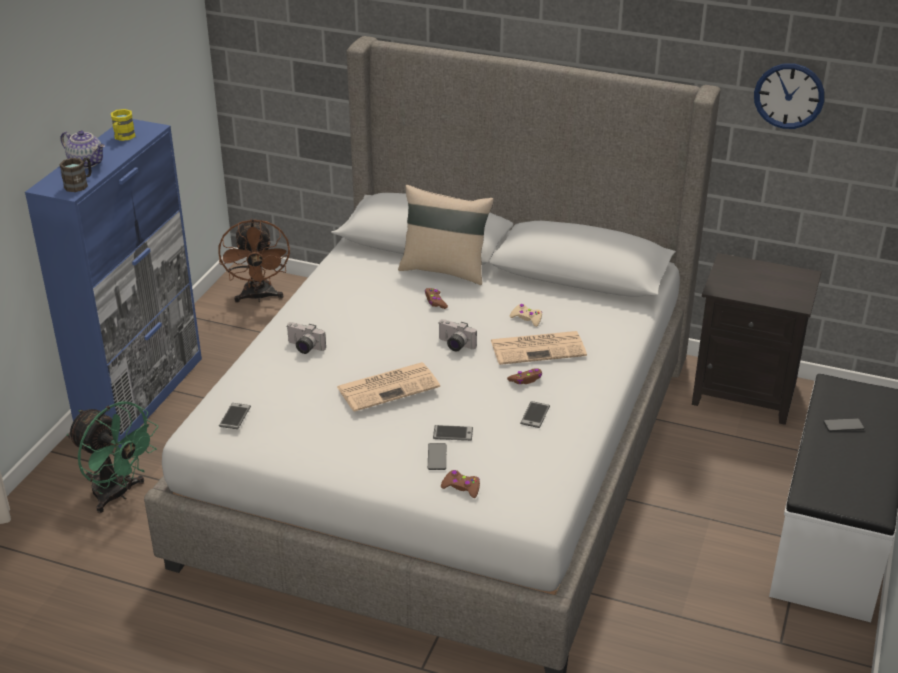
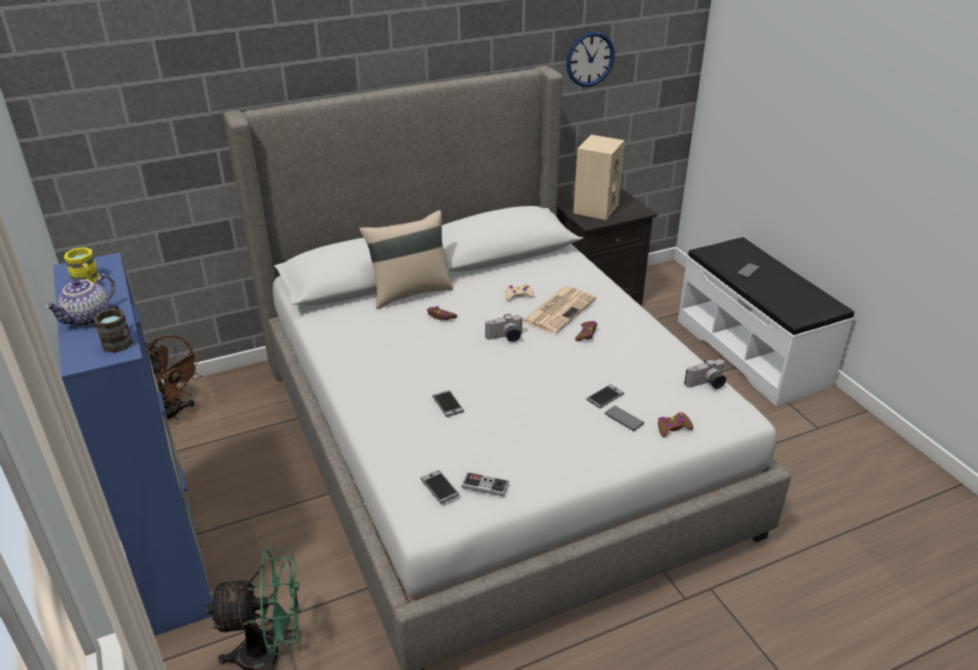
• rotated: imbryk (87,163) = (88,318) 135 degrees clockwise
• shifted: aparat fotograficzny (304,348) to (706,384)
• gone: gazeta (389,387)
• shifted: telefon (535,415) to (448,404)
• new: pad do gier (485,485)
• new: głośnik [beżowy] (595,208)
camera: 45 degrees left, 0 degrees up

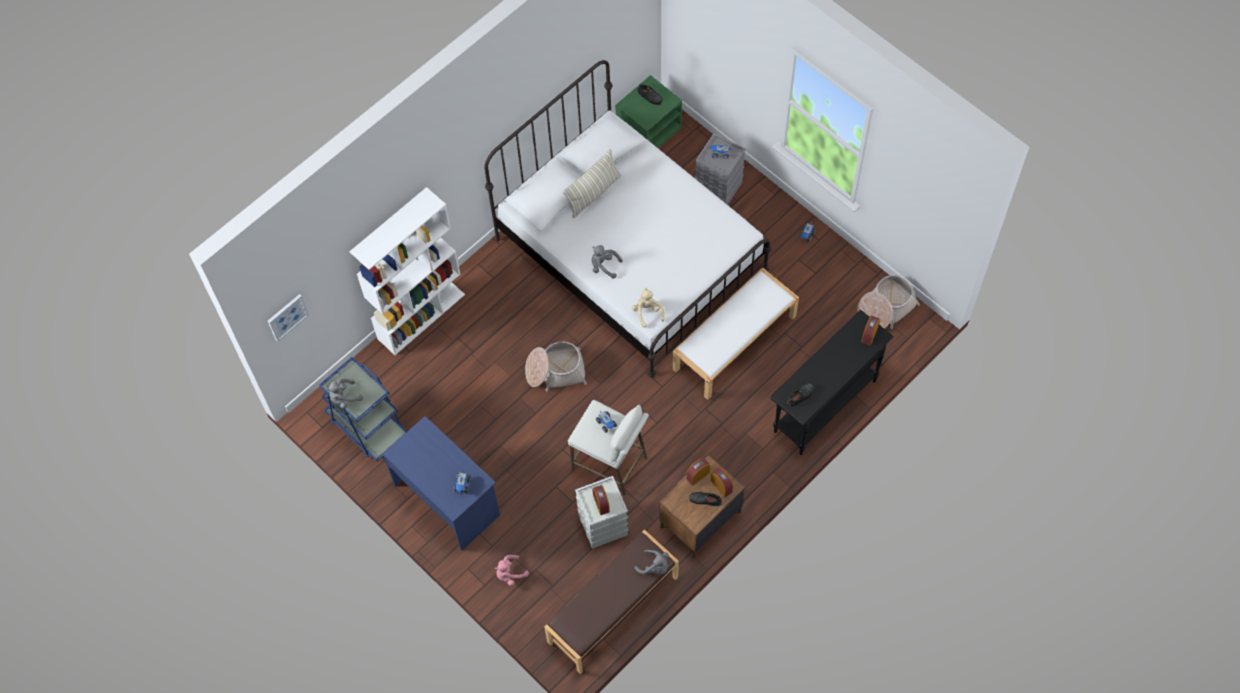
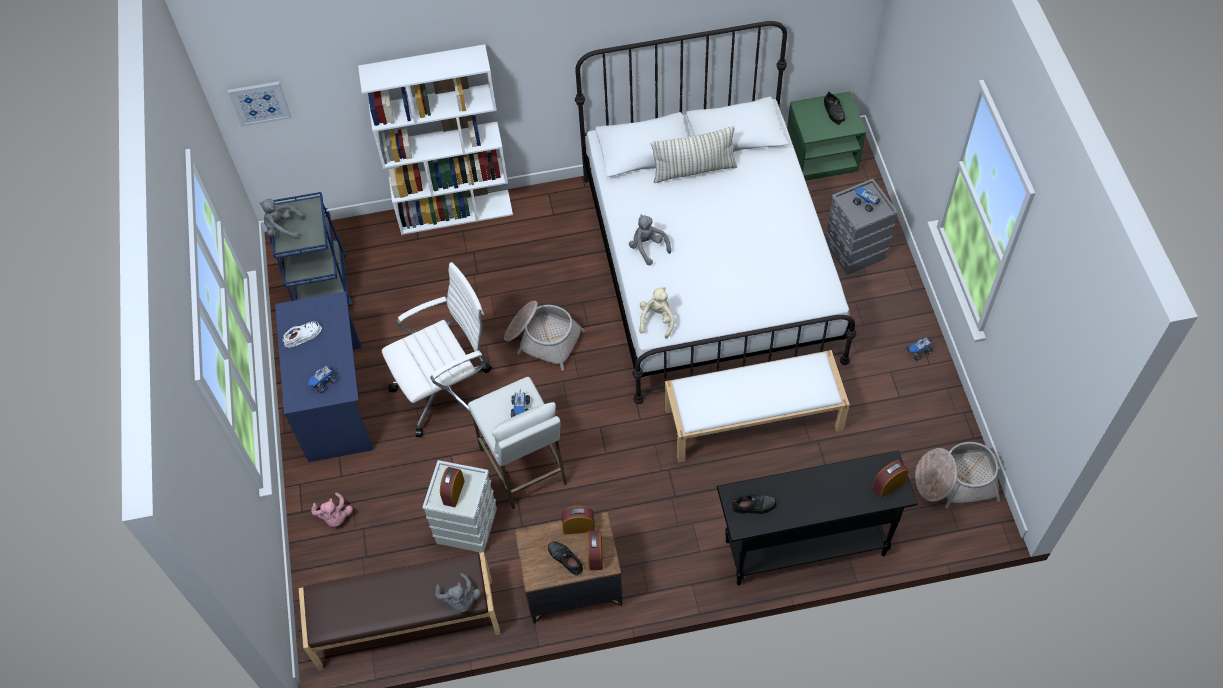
• rotated: pluszak [różowy] (510,574) = (335,516) 120 degrees counterclockwise
• new: but [biały] (302,335)
• new: krzesło biurowe [biały] (447,391)
camera: 35 degrees right, 5 degrees down

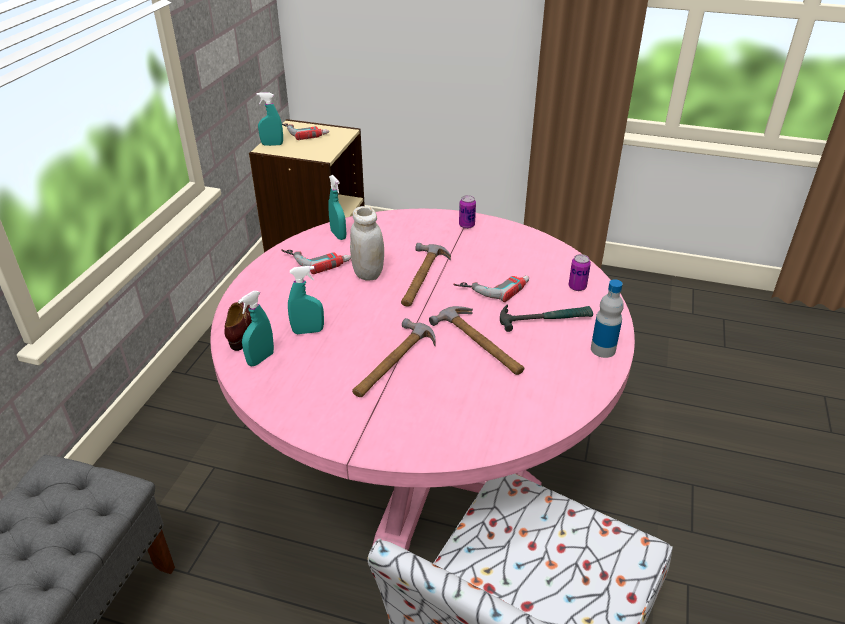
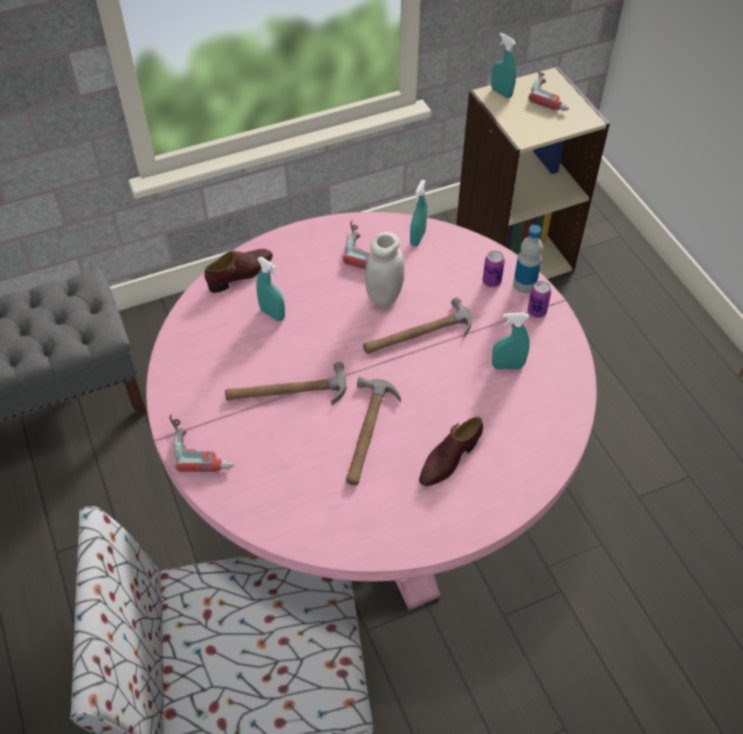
• shifted: spryskiwacz [turkusowy] (260,359) to (507,366)
• shifted: wiertarka (492,286) to (201,445)
• swapped: młotek (544,319) to but [brązowy] (449,458)
• shifted: puszka (577,287) to (491,281)
• shifted: butelka (603,349) to (524,284)
camera: 50 degrees right, 15 degrees up

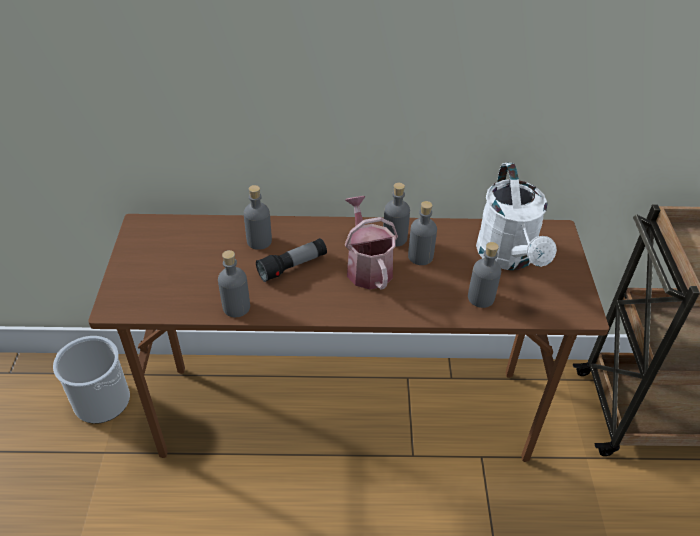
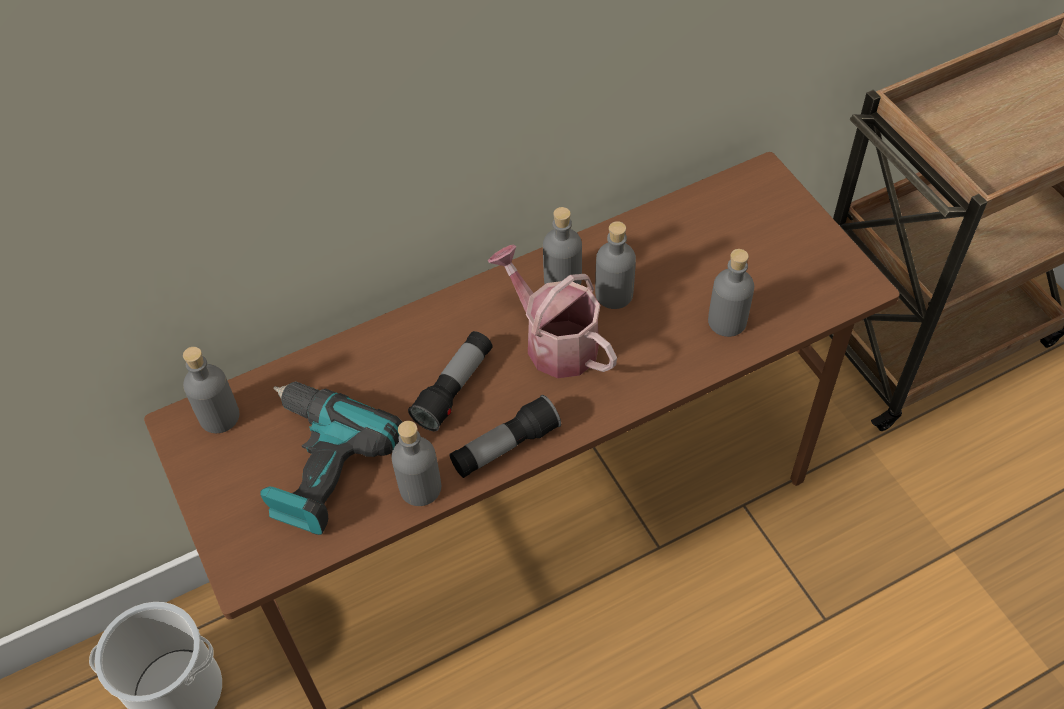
• shifted: butelka [szary] (259,241) to (219,416)
• gone: konewka [biały] (509,257)
• new: wiertarka (317,465)
• new: latarka (505,447)
camera: 25 degrees left, 10 degrees up

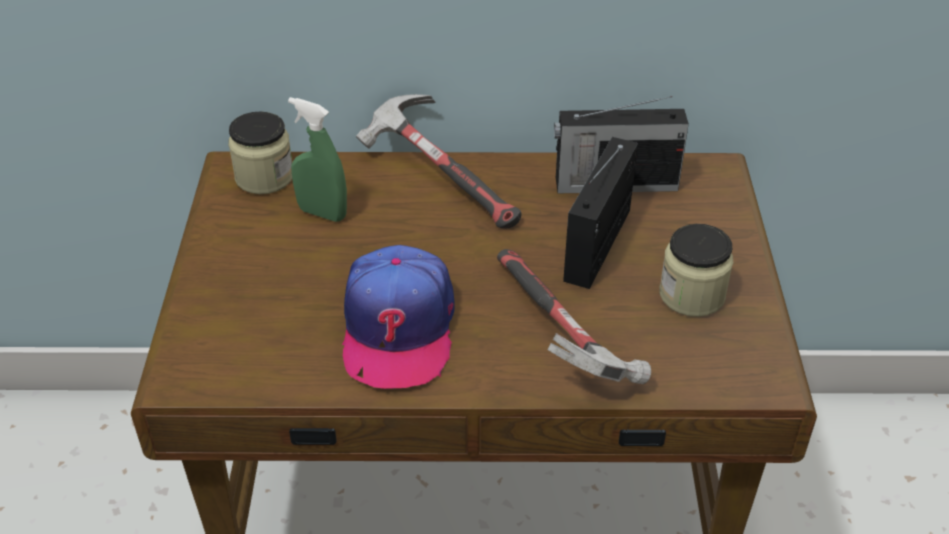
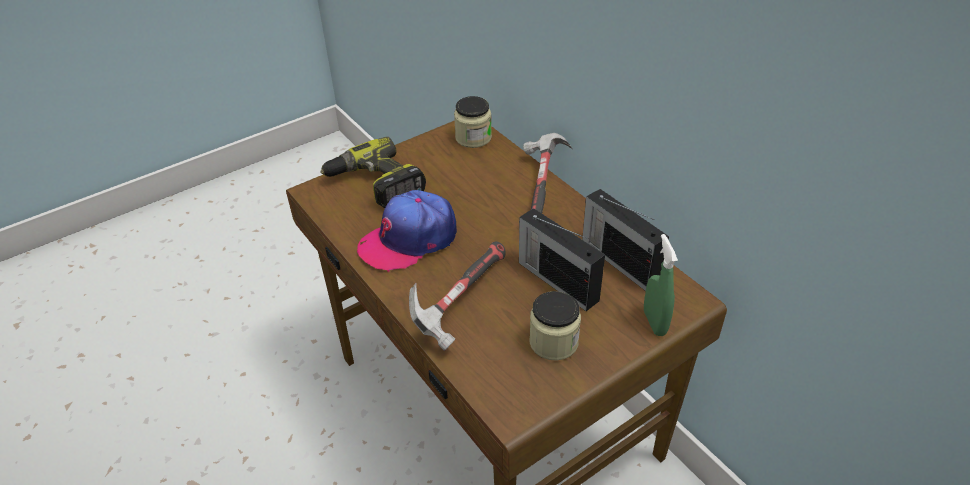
• shifted: spryskiwacz [zielony] (322,213) to (654,322)
• rotated: radio (599,243) = (556,280) 120 degrees counterclockwise
• new: wiertarka (375,185)
camera: 55 degrees right, 0 degrees up

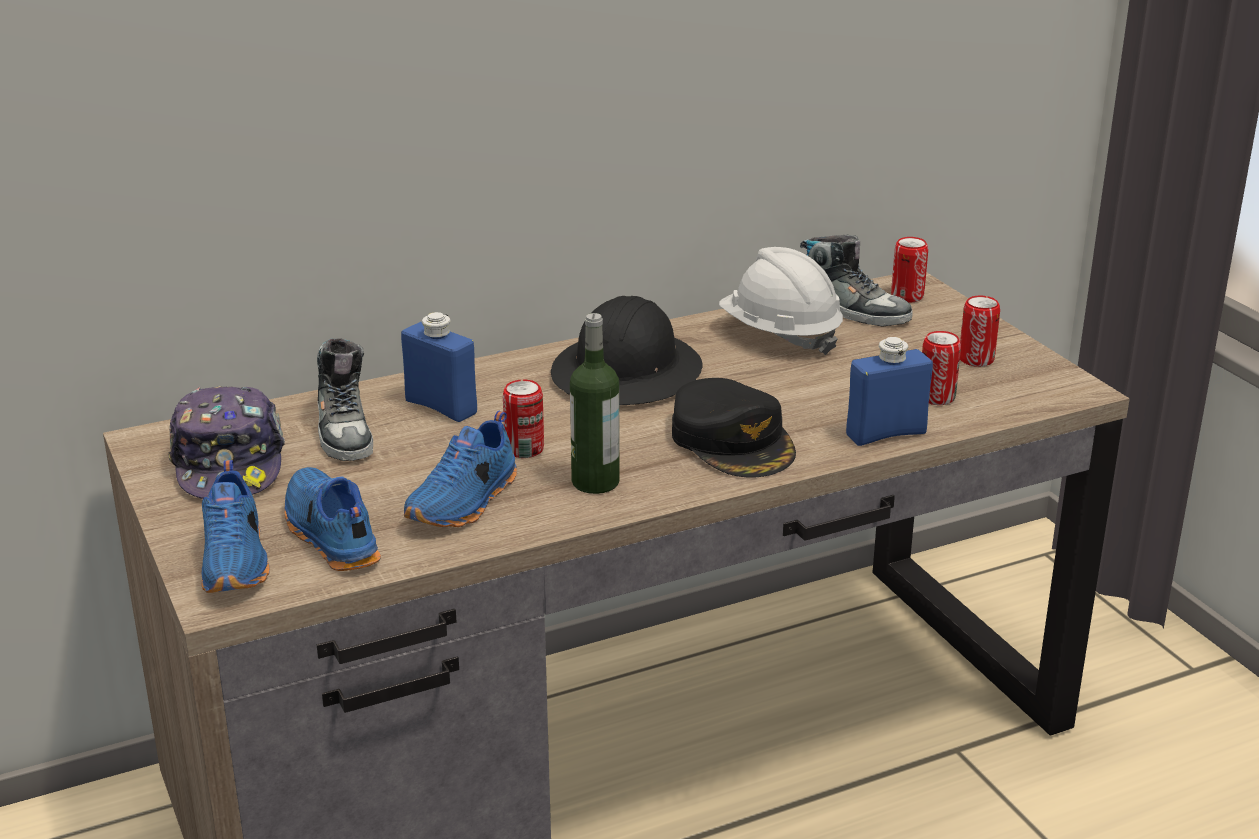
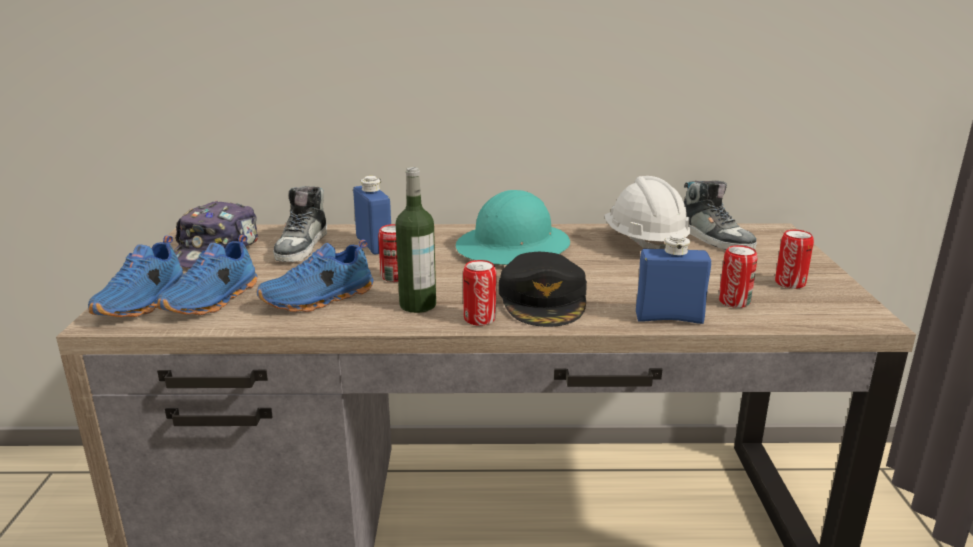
• rotated: but [niebieski] (329,536) = (214,300) 150 degrees counterclockwise
• repainted: kask [czarny] (627,373) to kask [turkusowy] (514,247)
• shifted: puszka (907,296) to (479,319)
camera: 25 degrees right, 5 degrees down

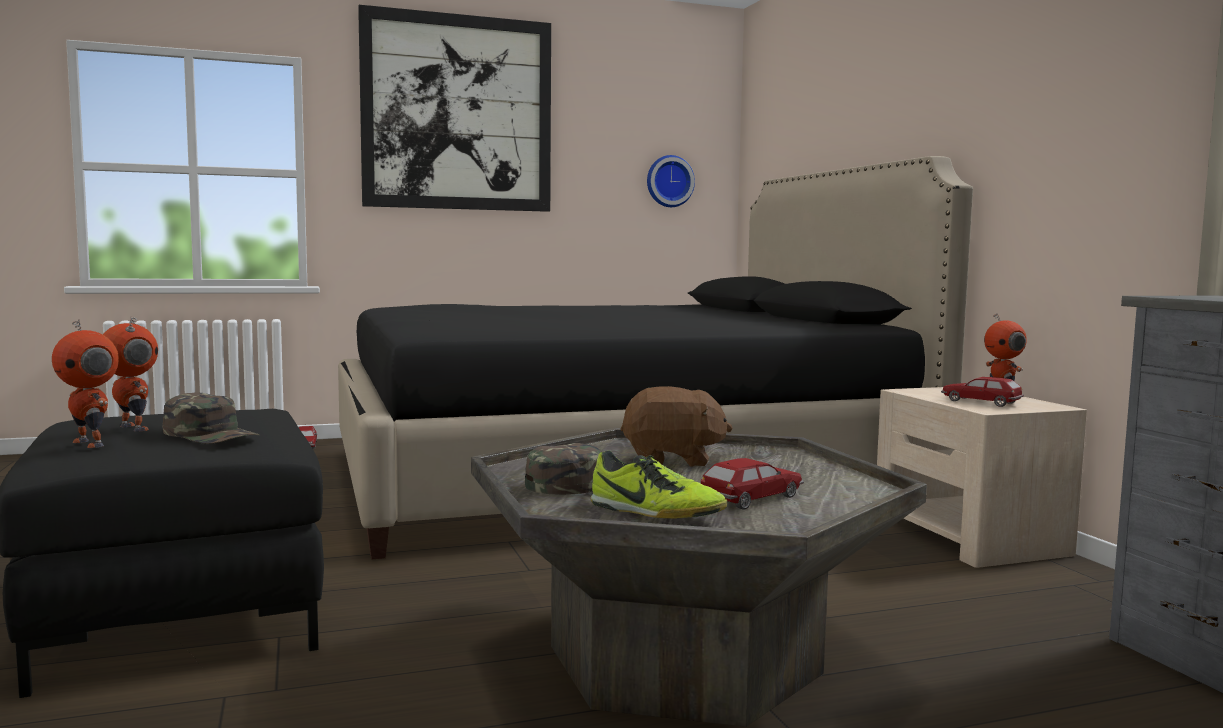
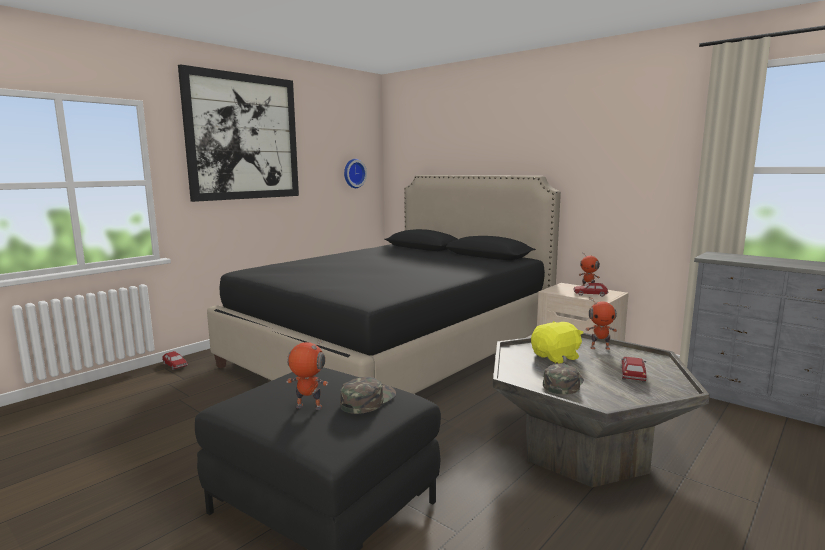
• shifted: robot zabawkowy (91,443) to (600,348)
• rotated: czapka z daszkiem [zielony] (211,434) = (367,400) 60 degrees counterclockwise
• gone: but (655,513)
• repainted: pluszak [brązowy] (672,460) to pluszak [żółty] (556,357)
camera: 30 degrees left, 5 degrees up

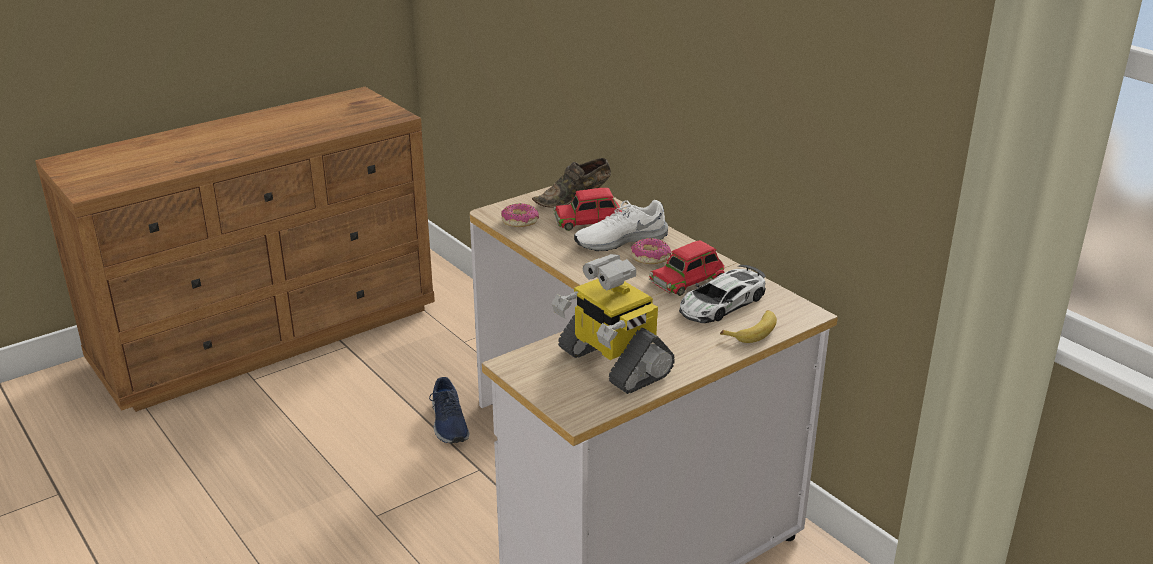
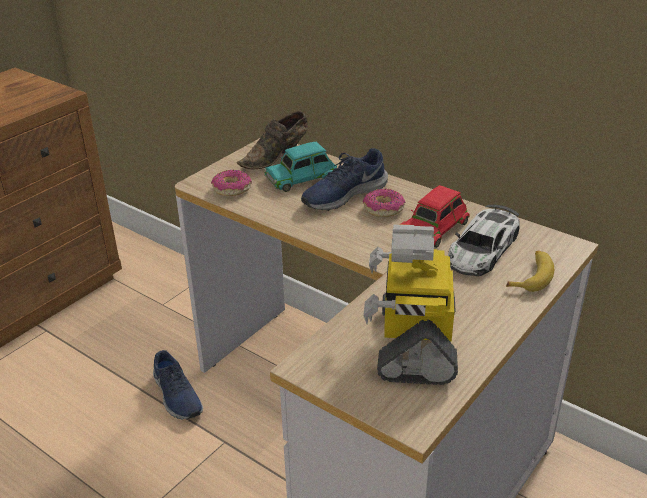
• rotated: robot zabawkowy (612,363) = (414,343) 60 degrees clockwise
• repainted: samochodzik [czerwony] (588,220) to samochodzik [turkusowy] (301,177)
• repainted: but [biały] (620,240) to but [niebieski] (343,194)
camera: 15 degrees left, 5 degrees up

